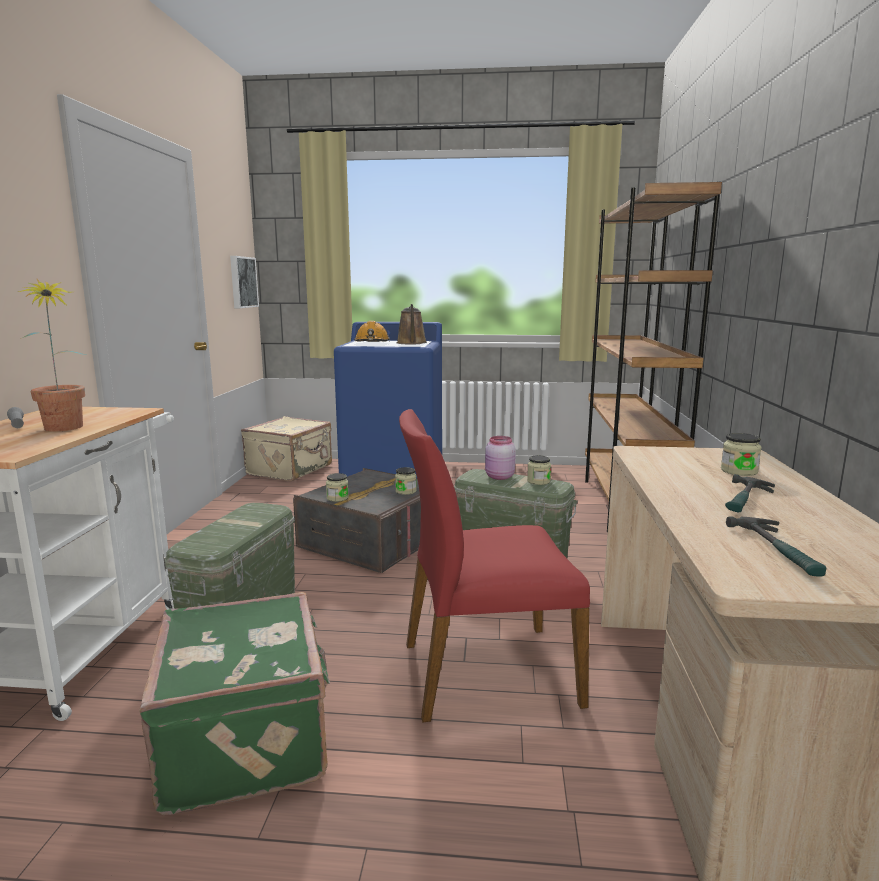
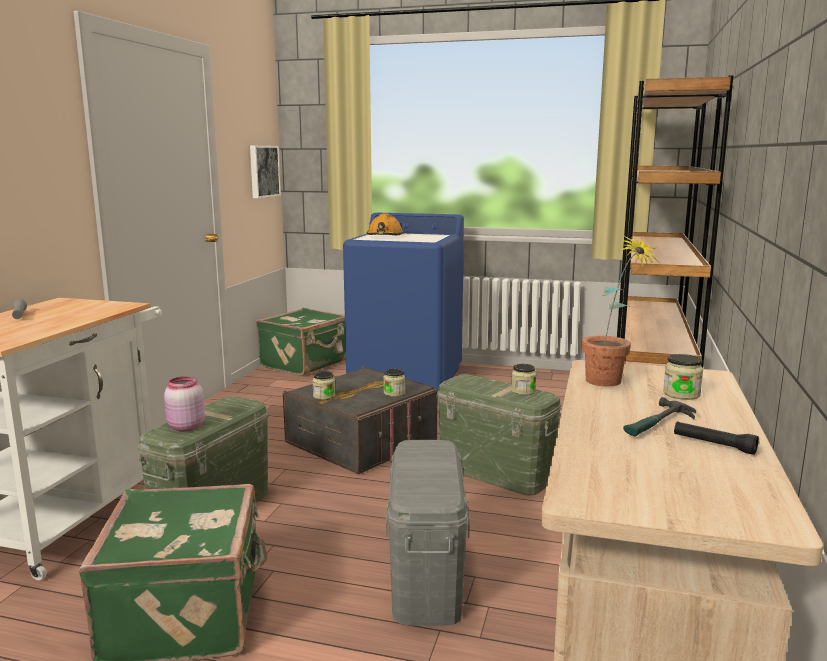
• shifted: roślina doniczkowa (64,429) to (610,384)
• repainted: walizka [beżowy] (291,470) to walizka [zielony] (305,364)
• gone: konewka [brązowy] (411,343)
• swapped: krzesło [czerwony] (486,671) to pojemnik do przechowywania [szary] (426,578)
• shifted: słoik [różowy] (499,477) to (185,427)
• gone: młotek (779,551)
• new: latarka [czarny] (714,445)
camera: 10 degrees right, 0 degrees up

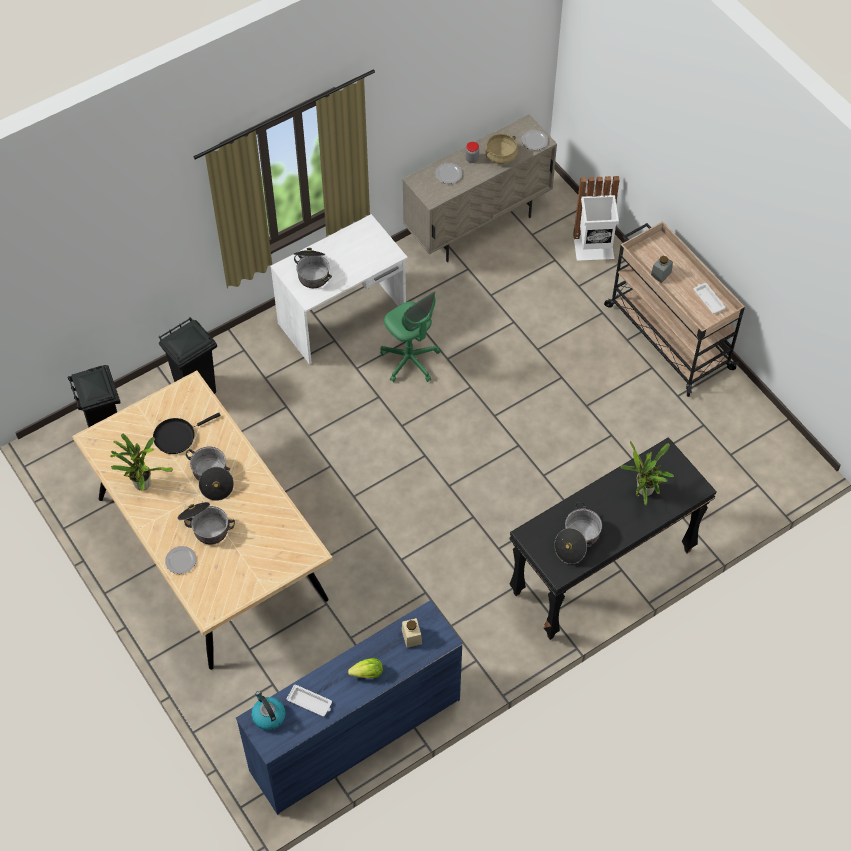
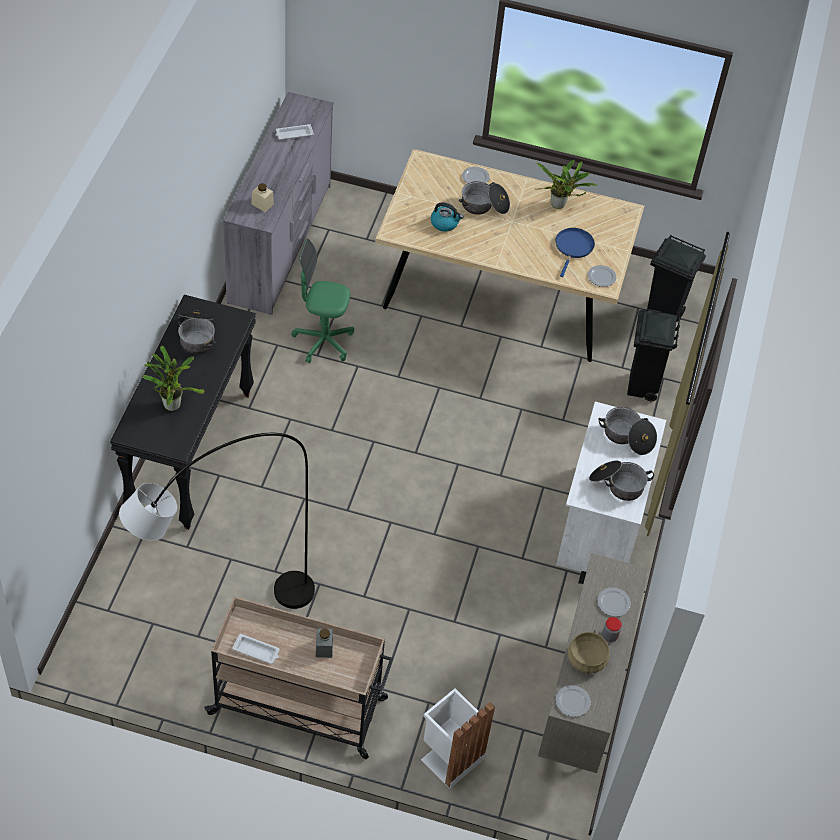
• repainted: patelnia [czarny] (177,436) to patelnia [niebieski] (573,247)
• shifted: garnek (212,478) to (617,484)
• repainted: komoda [niebieski] (354,734) to komoda [szary] (281,243)
• shifted: czajnik (268,716) to (445,223)
• gone: sałata (365,674)
• shifted: krzesło biurowe [zielony] (410,361) to (323,341)
• new: lampa stojąca [szary] (223,619)
• new: talerz (601,276)
camera: 135 degrees right, 5 degrees down

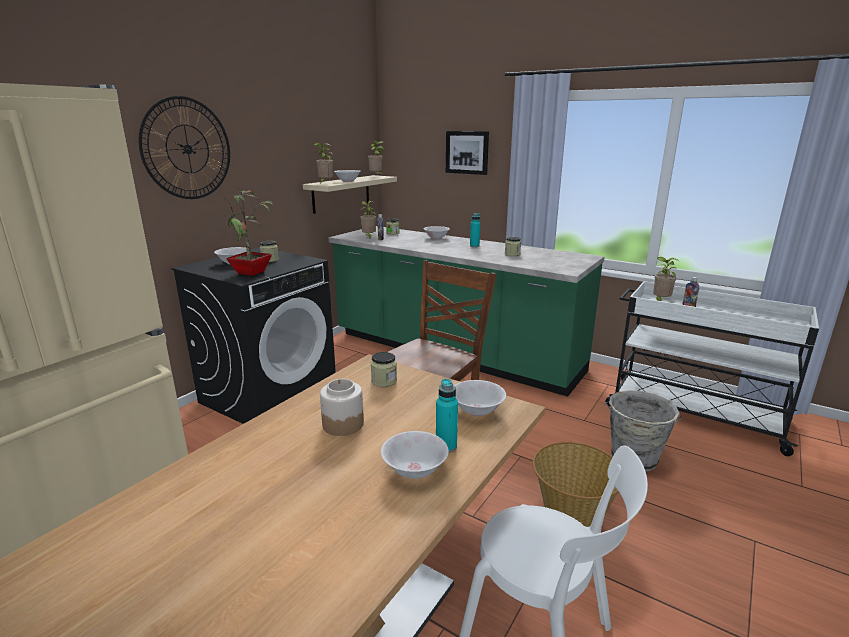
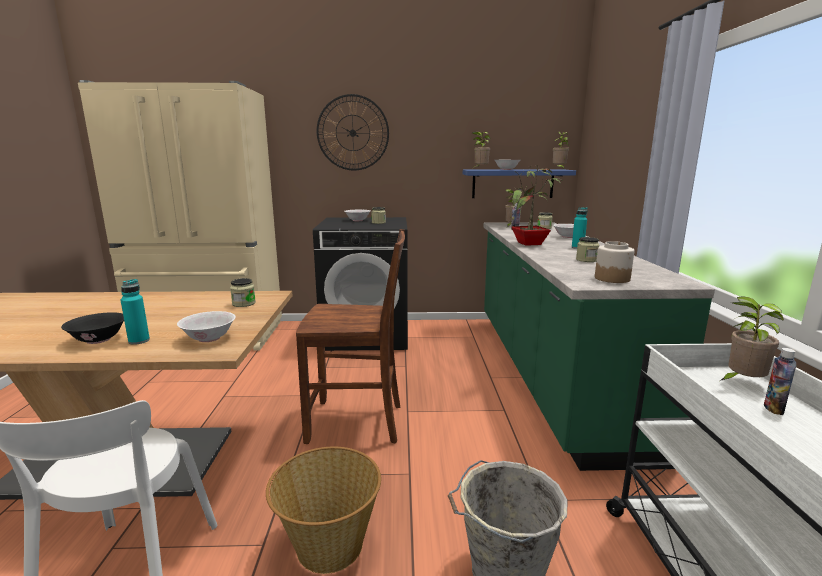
• shifted: roślina doniczkowa (252,273) to (530,244)
• repainted: półka [beżowy] (341,193) to półka [niebieski] (512,183)
• shifted: słoik (343,424) to (612,278)
• repainted: miska [biały] (414,470) to miska [czarny] (99,339)
• gone: obraz (467,152)
camera: 55 degrees right, 5 degrees down

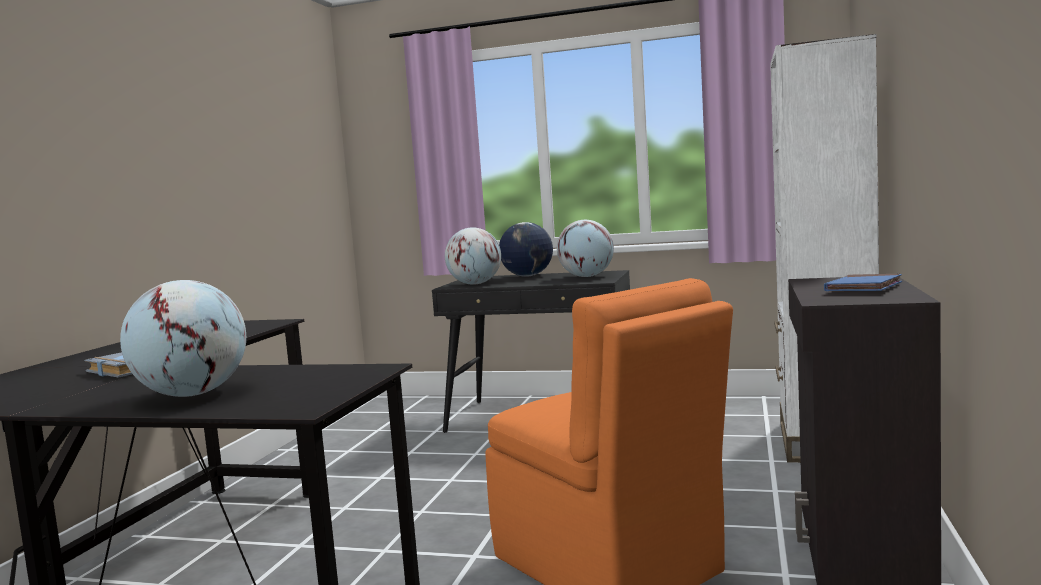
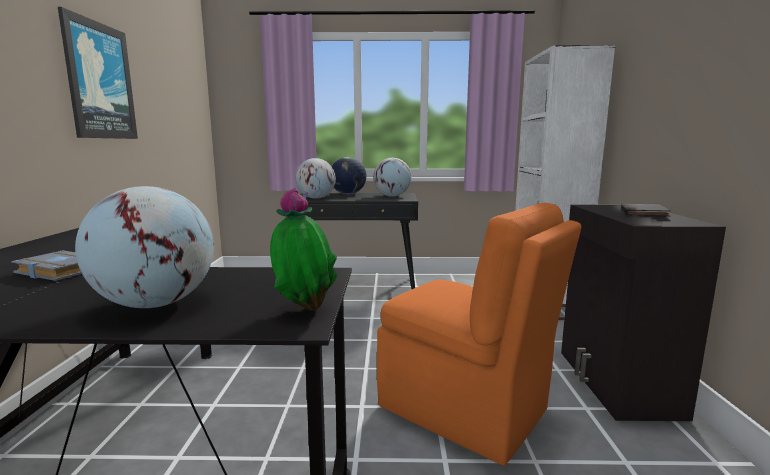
• repainted: książka [niebieski] (863,288) to książka [czarny] (643,213)
• new: obraz (99,81)
• new: roślina doniczkowa (303,309)
camera: 15 degrees left, 5 degrees up

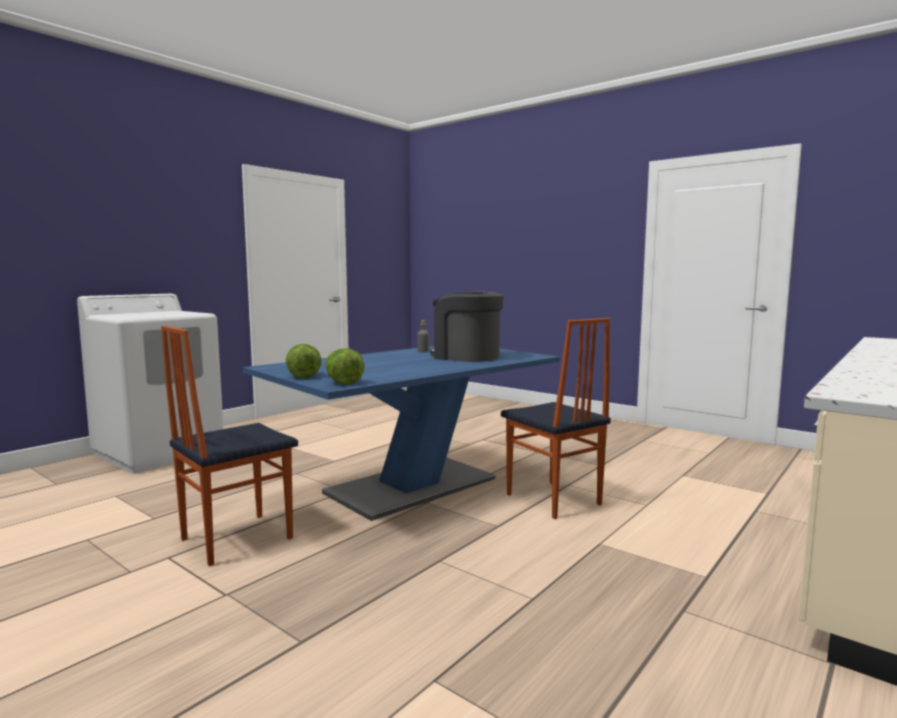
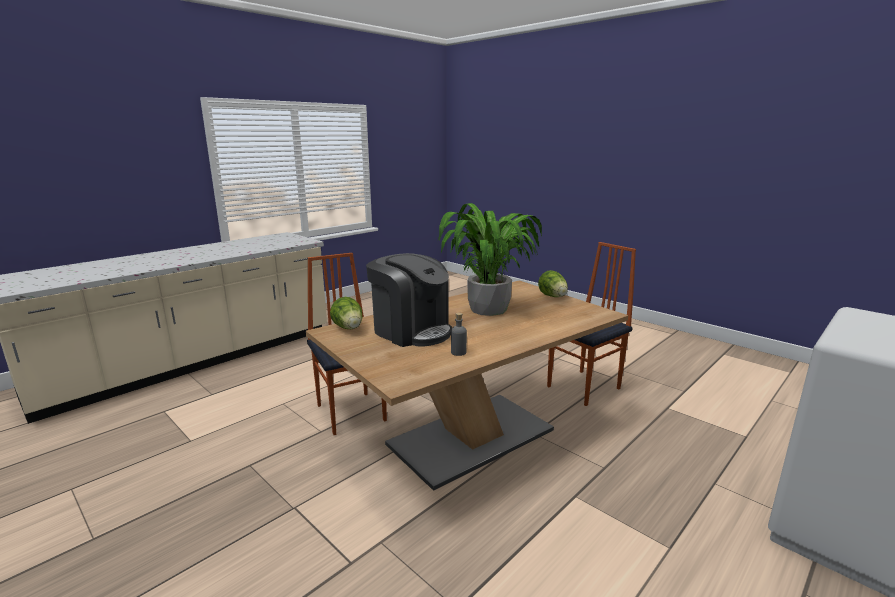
• repainted: stół jadalny [niebieski] (411,486) to stół jadalny [brązowy] (471,437)
• shifted: sałata (342,382) to (349,328)
• new: roślina doniczkowa (489,309)
camera: 175 degrees left, 10 degrees up

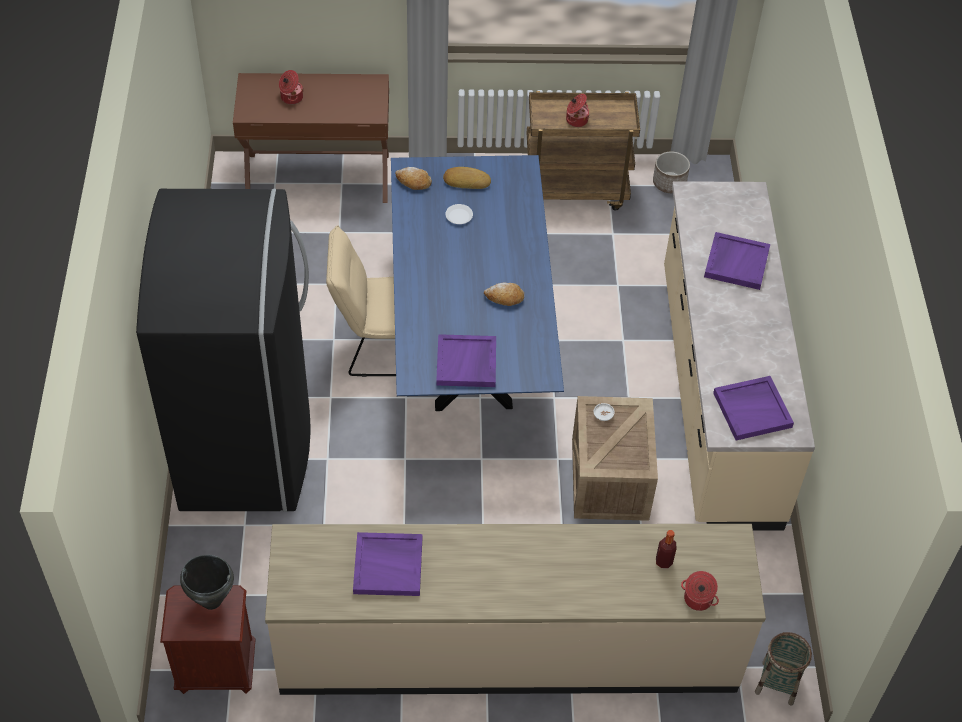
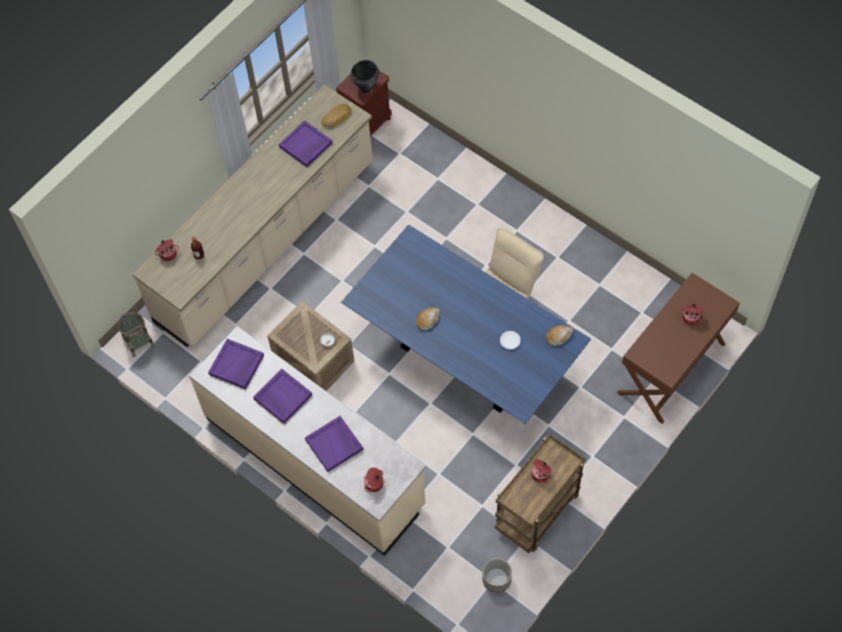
• gone: lodówka [czarny] (247,442)
• shifted: taca [fioletowy] (467,363) to (282,397)
• shifted: chleb (466,180) to (337,117)
• new: garnek (374,484)
camera: 135 degrees right, 10 degrees up

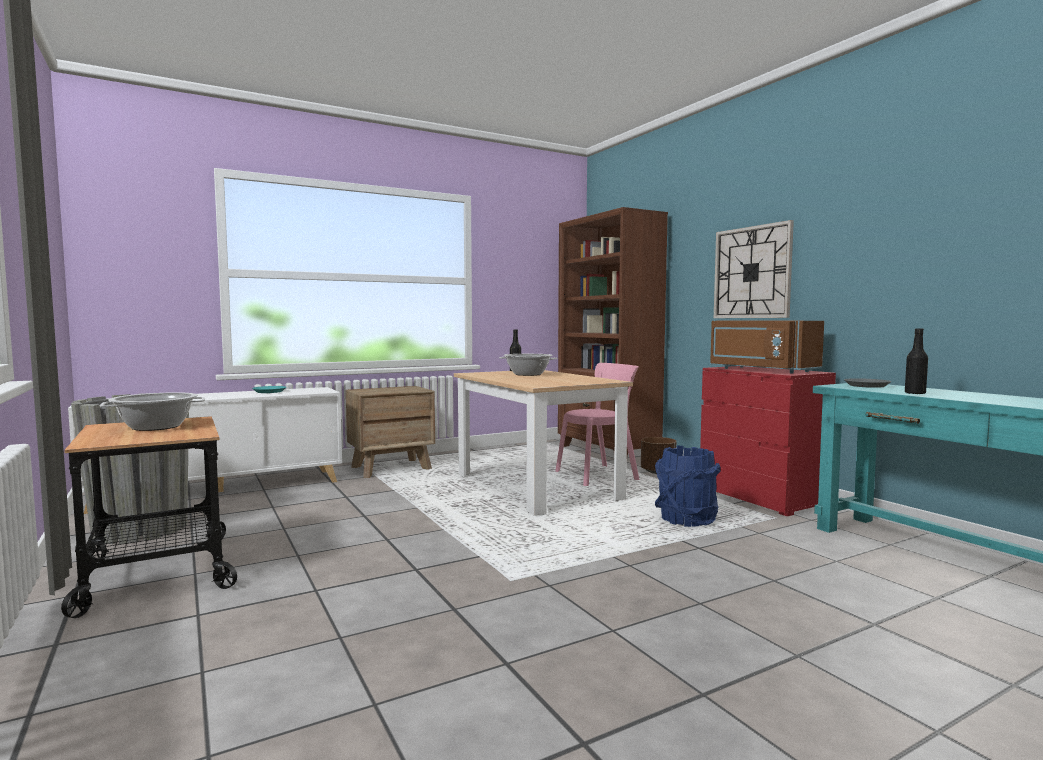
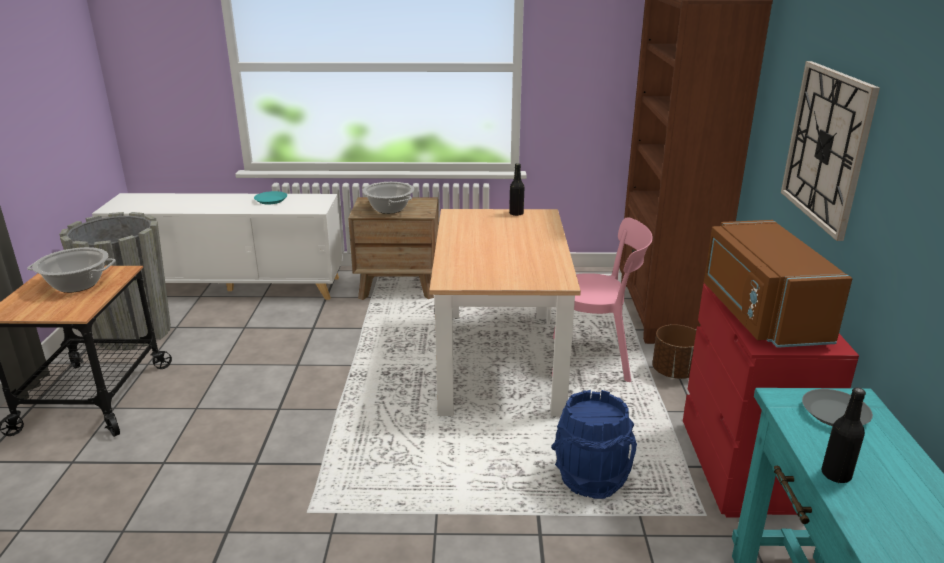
• shifted: garnek (528,374) to (389,209)
camera: 30 degrees right, 20 degrees up

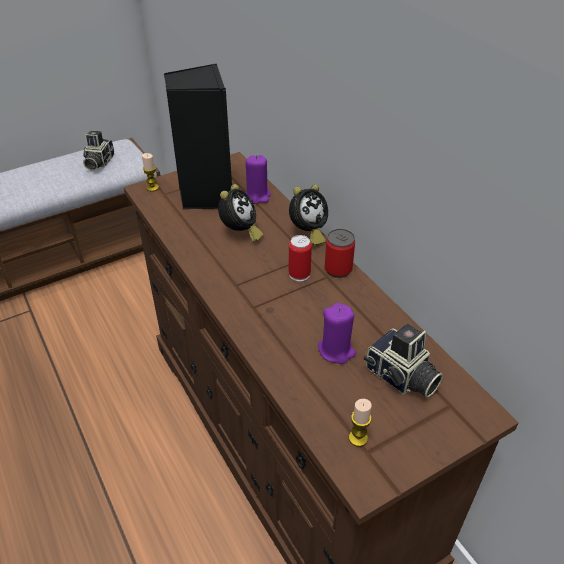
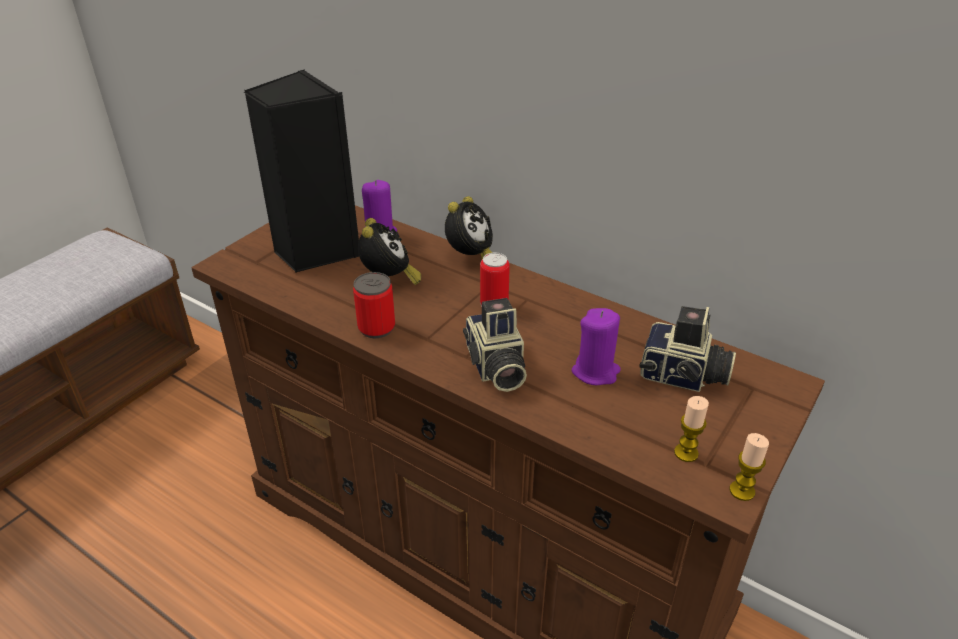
• shifted: aparat fotograficzny (98,162) to (495,367)
• shifted: świeca (152,188) to (742,491)
• shifted: puszka (338,269) to (376,328)
camera: 25 degrees left, 5 degrees down

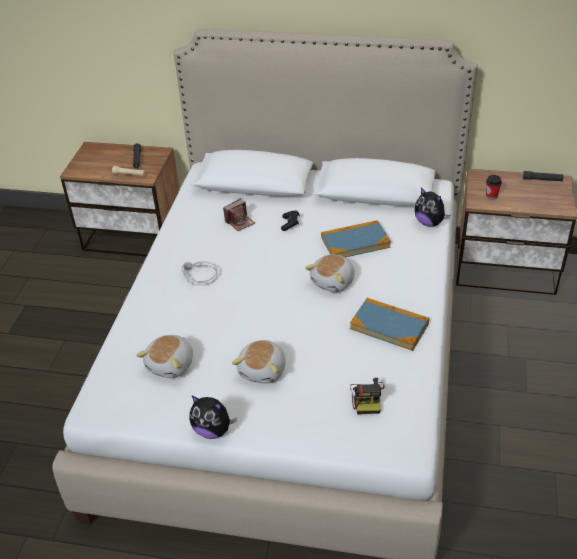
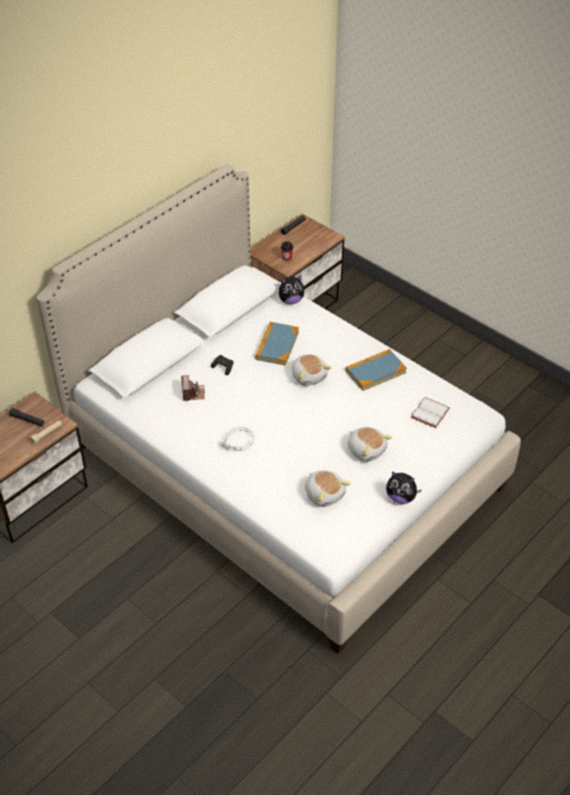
• rotated: pluszak (213,430) = (401,497) 60 degrees clockwise
• swapped: aparat fotograficzny (367,397) to książka [biały] (429,412)
camera: 60 degrees left, 5 degrees up

